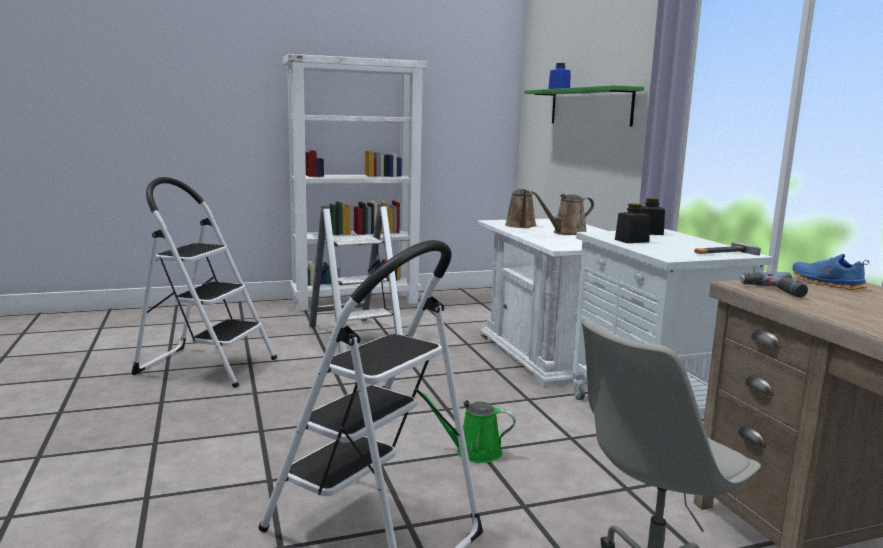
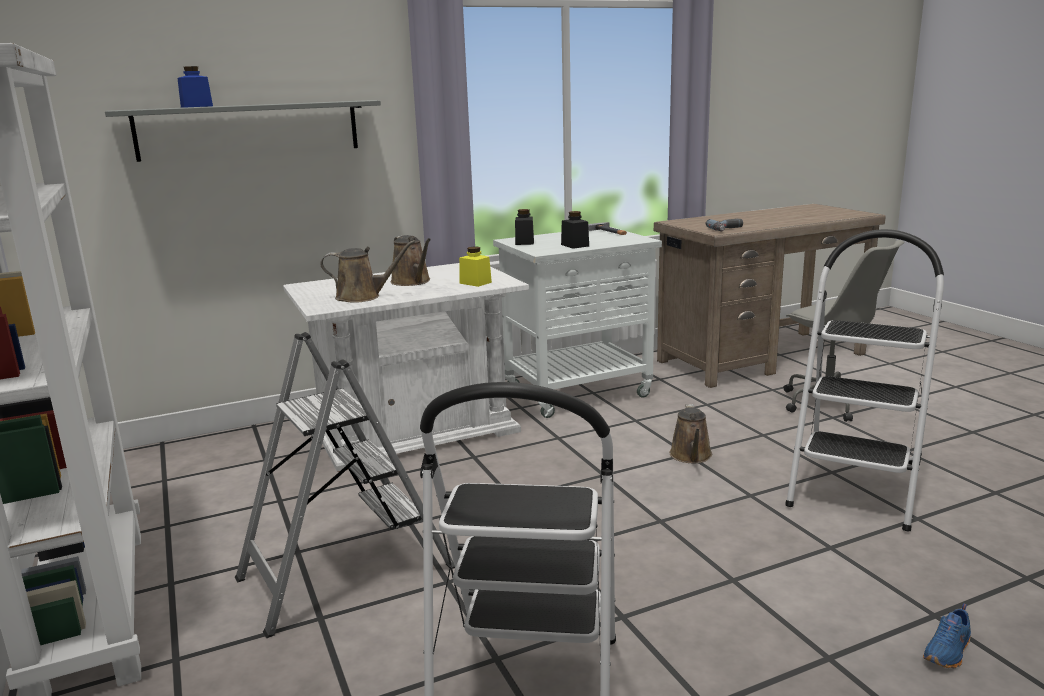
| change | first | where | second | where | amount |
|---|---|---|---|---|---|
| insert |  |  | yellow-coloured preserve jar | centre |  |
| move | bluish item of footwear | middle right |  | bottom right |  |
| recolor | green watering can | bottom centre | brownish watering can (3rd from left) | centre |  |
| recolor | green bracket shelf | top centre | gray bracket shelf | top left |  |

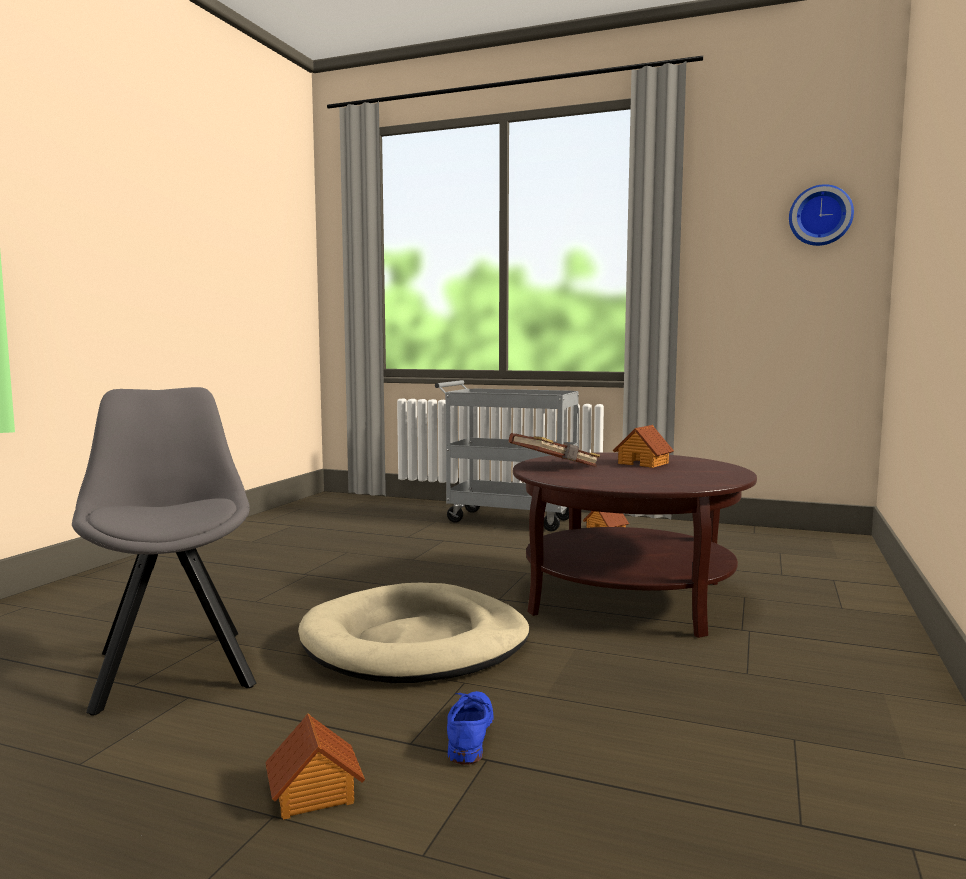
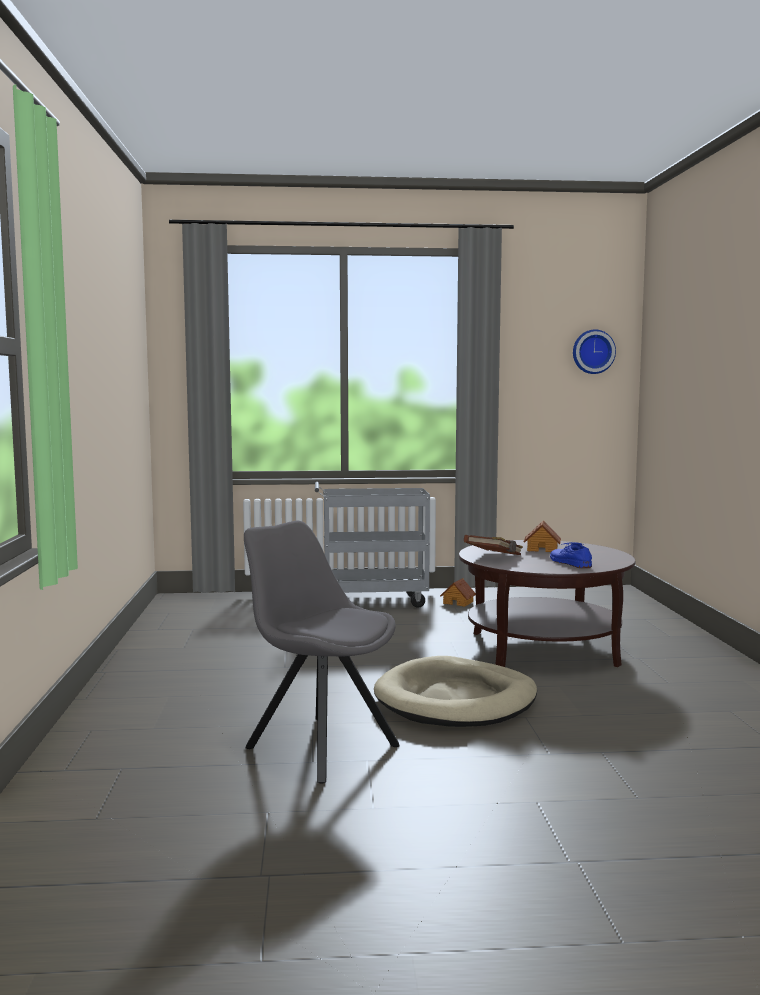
| change | first | where | second | where | amount |
|---|---|---|---|---|---|
| delete | model house (1st from left) | bottom left |  |  |  |
| move | bluish item of footwear | bottom centre |  | middle right |  |

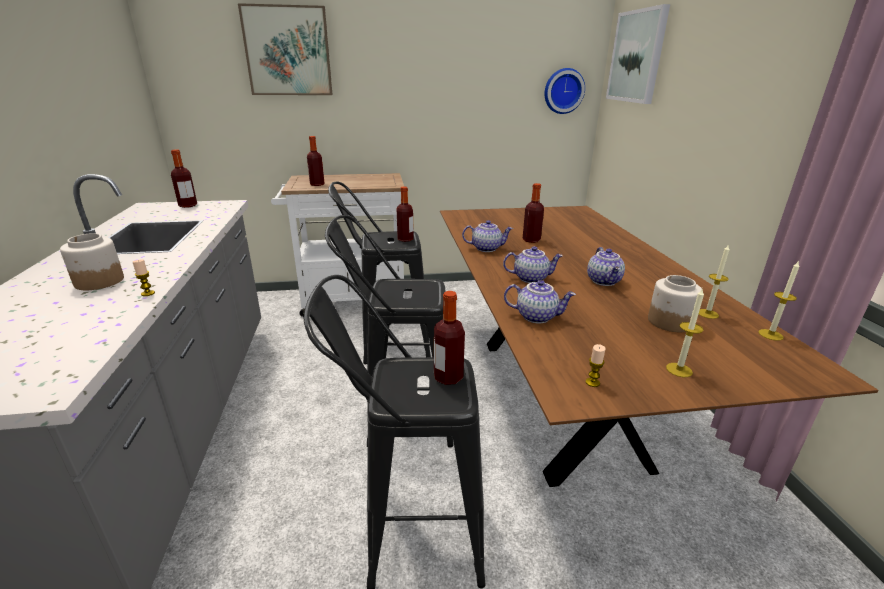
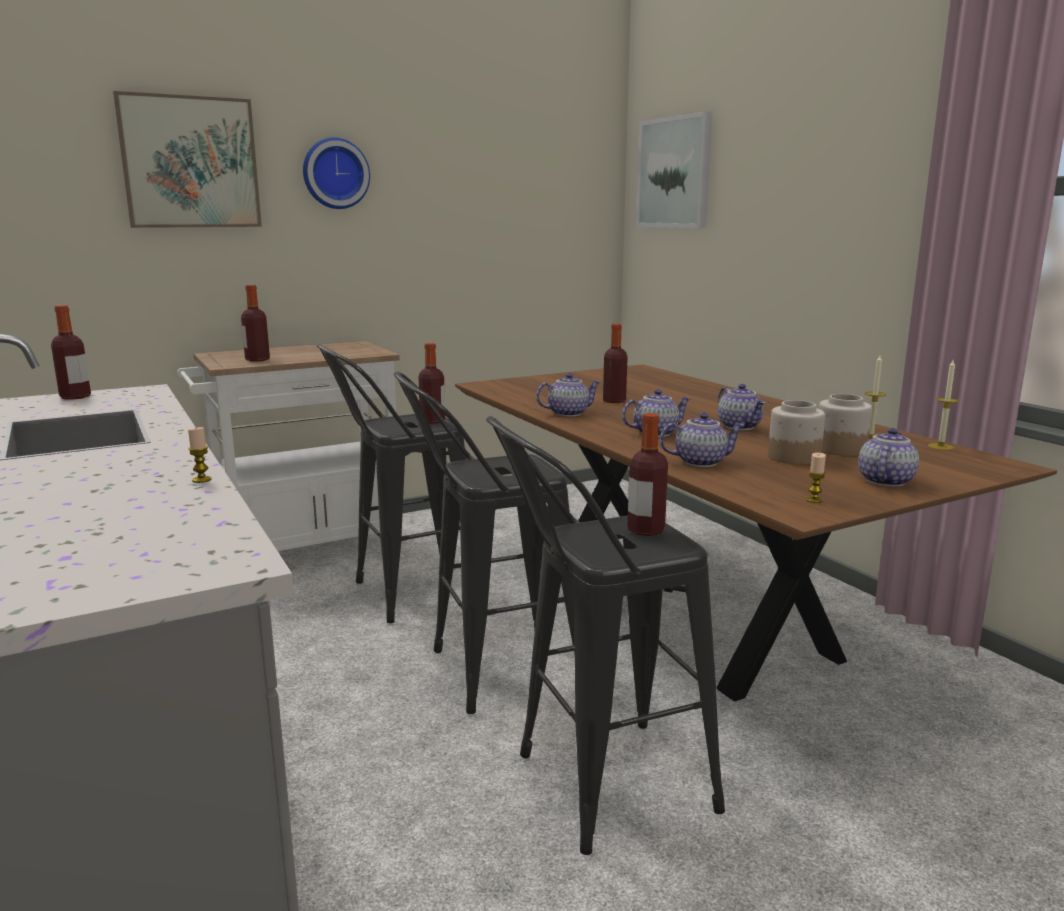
| change | first | where | second | where | amount |
|---|---|---|---|---|---|
| move | preserve jar (1st from left) | middle left |  | middle right |  |
| move | wall clock | top centre |  | top left |  |
| replace | wax candle (3rd from left) | middle right | tea pot (5th from left) | middle right |  |

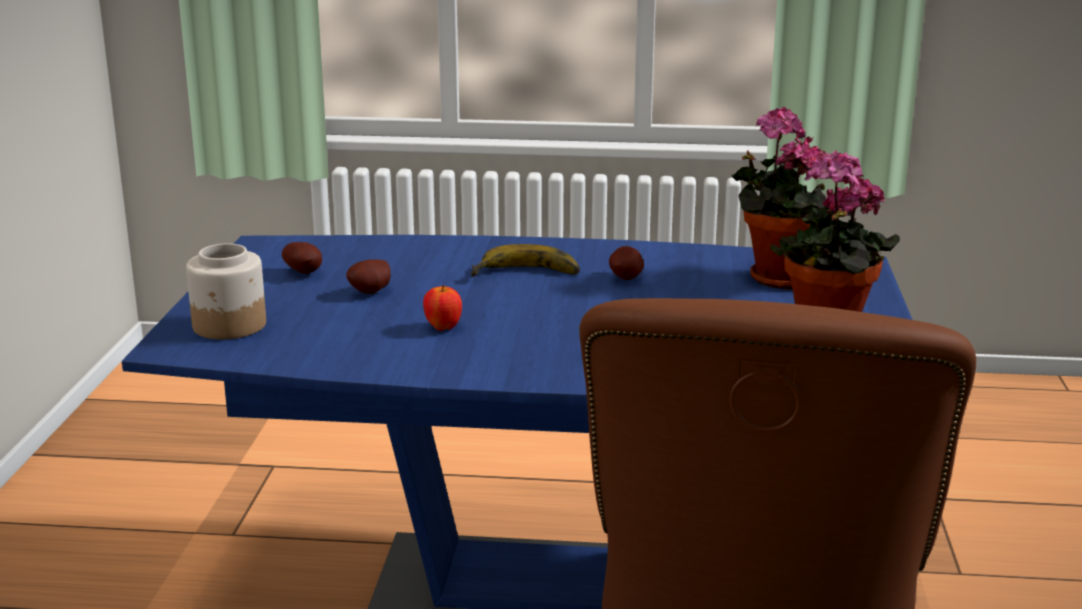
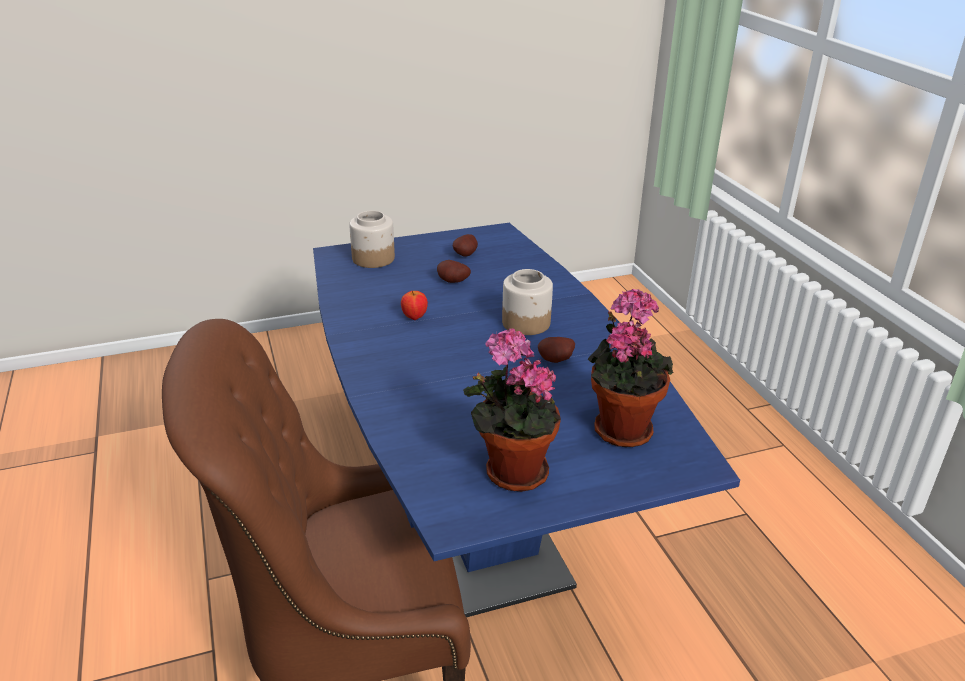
| change | first | where | second | where | amount |
|---|---|---|---|---|---|
| replace | banana fruit | centre | preserve jar (2nd from left) | centre |  |

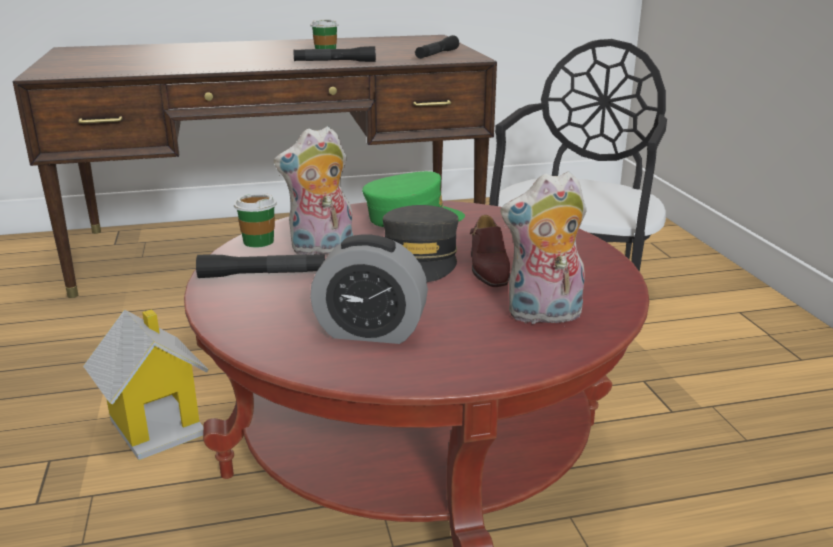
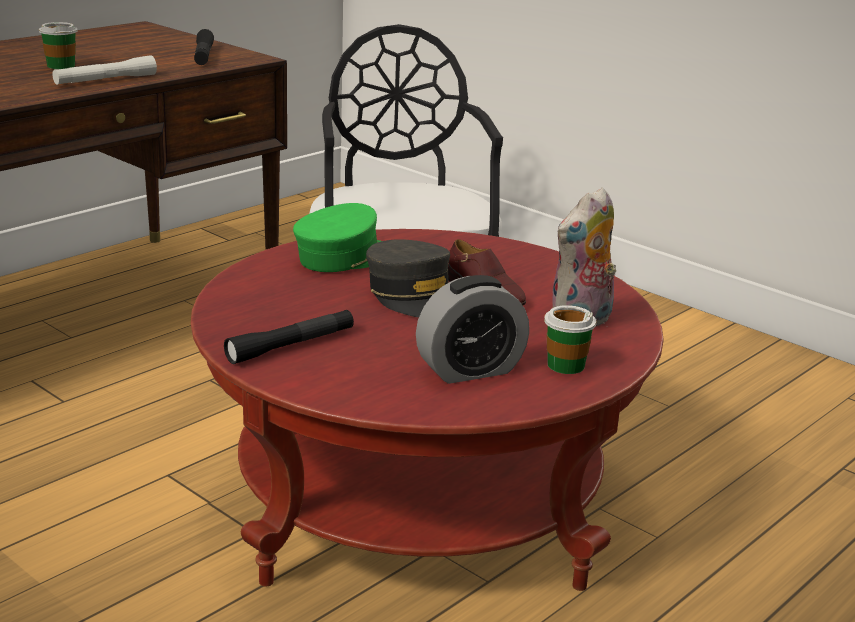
| change | first | where | second | where | amount |
|---|---|---|---|---|---|
| delete | model house | bottom left |  |  |  |
| delete | plush toy (1st from left) | centre |  |  |  |
| move | small cup (1st from left in the first image) | middle left | small cup (2nd from left) | middle right |  |
| recolor | black-coloured flashlight (2nd from left) | top centre | whitish flashlight | top left |  |

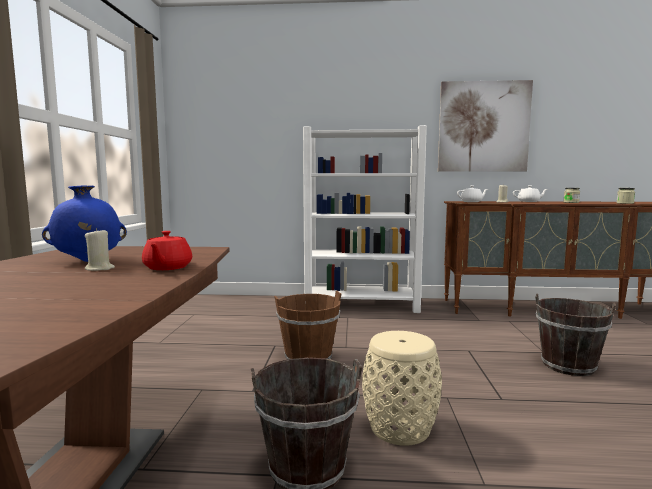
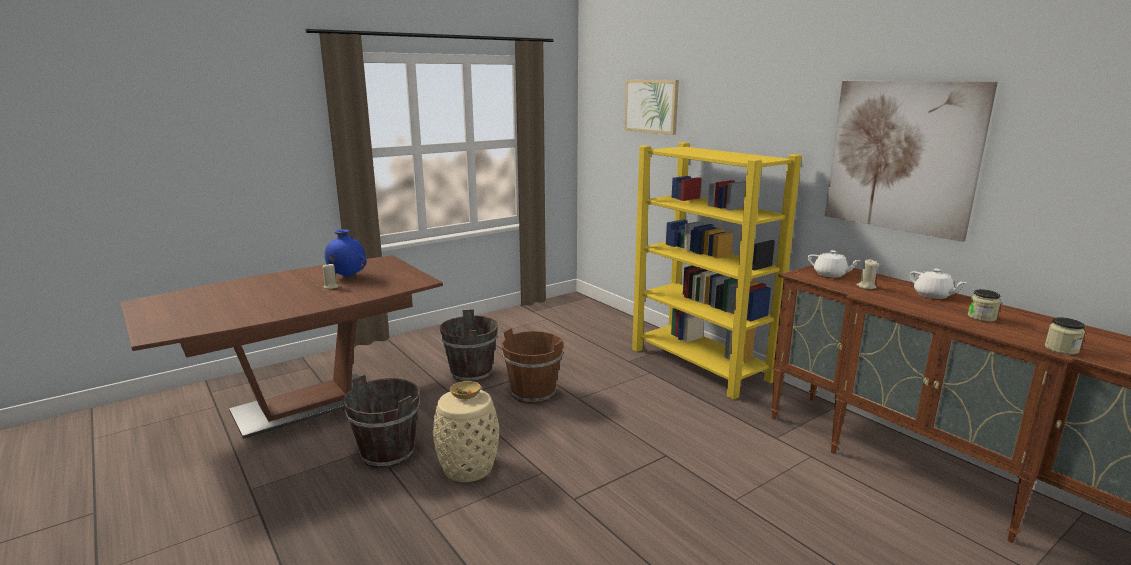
| change | first | where | second | where | amount |
|---|---|---|---|---|---|
| delete | reddish tea pot | middle left |  |  |  |
| insert |  |  | beige serving bowl | bottom centre |  |
| insert |  |  | picture (1st from left) | top centre |  |
| move | brownish pail (3rd from left in the first image) | bottom right | brownish pail (2nd from left) | centre |  |
| recolor | whitish bookcase | centre | yellow-coloured bookcase | centre |  |

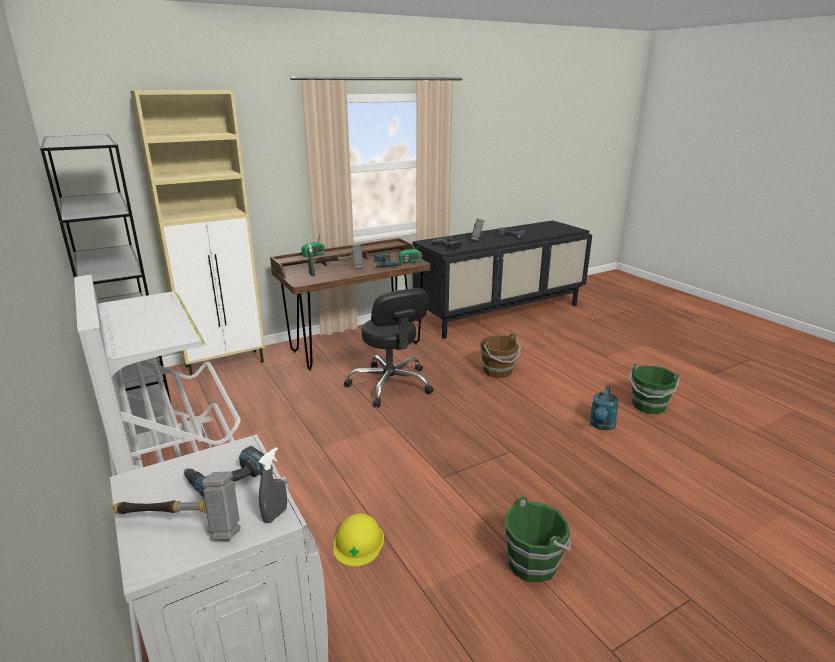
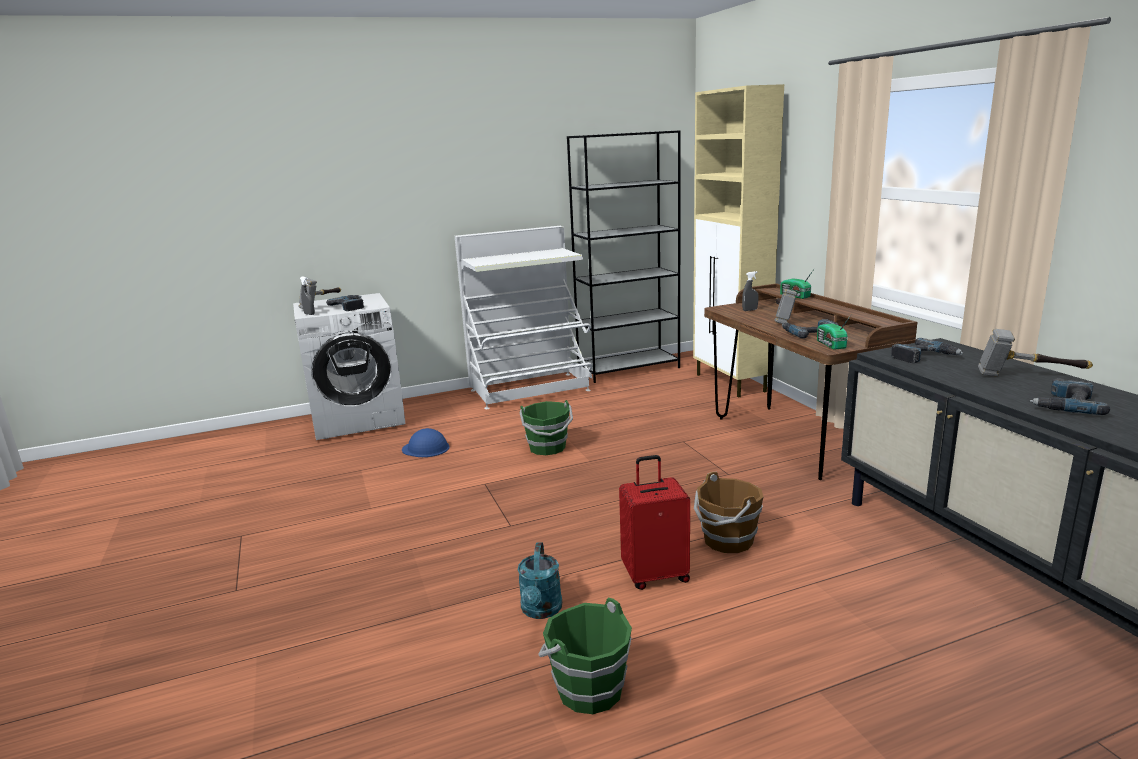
| change | first | where | second | where | amount |
|---|---|---|---|---|---|
| delete | black-coloured office chair | centre |  |  |  |
| insert |  |  | reddish suitcase | bottom centre |  |
| move | green pail (1st from left) | bottom centre |  | centre |  |
| recolor | yellow-coloured hard hat | bottom centre | bluish hard hat | centre |  |
| rotate | blue-green watering can | middle right |  | bottom centre | 120 degrees counterclockwise |

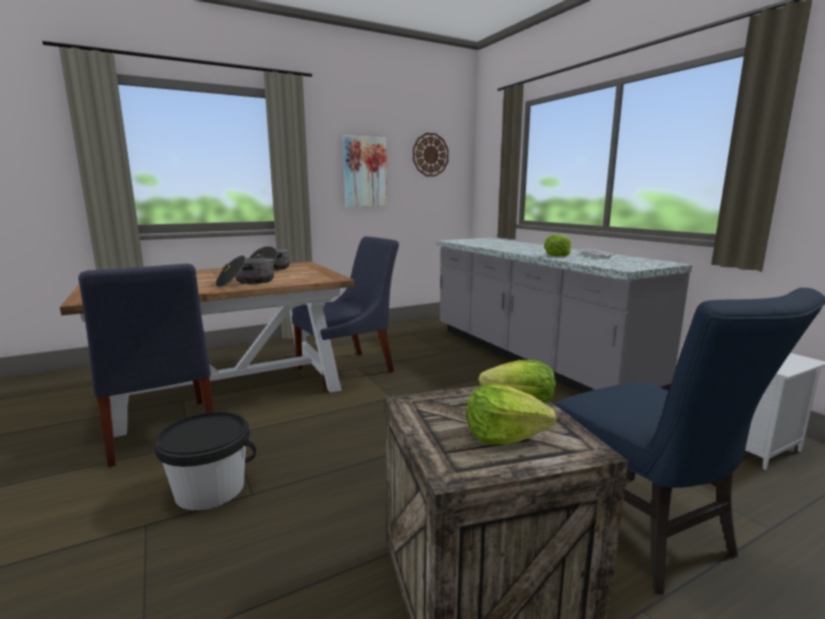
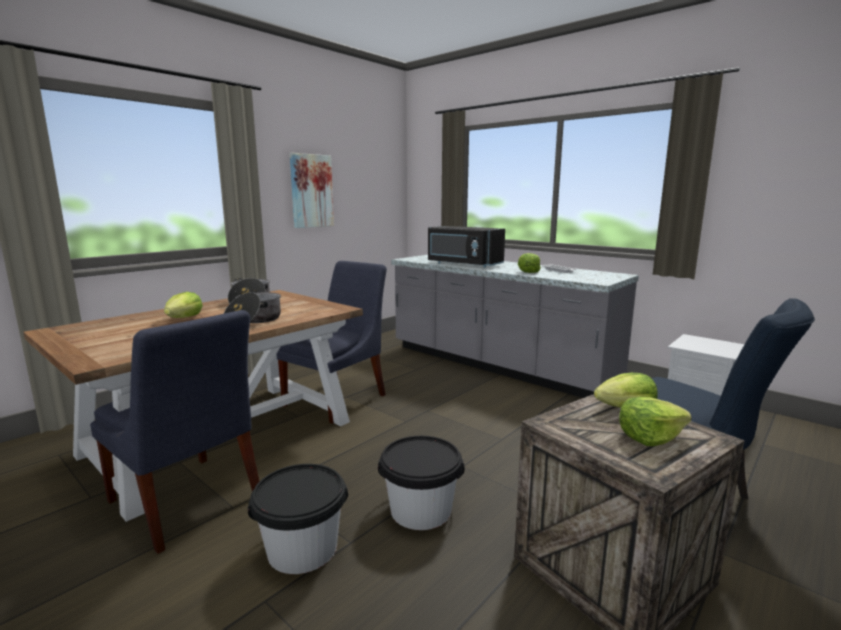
| change | first | where | second | where | amount |
|---|---|---|---|---|---|
| delete | wall clock | top centre |  |  |  |
| insert |  |  | lettuce head (1st from left) | middle left |  |
| insert |  |  | black-coloured pail (2nd from left) | bottom centre |  |
| insert |  |  | black-coloured microwave | centre |  |

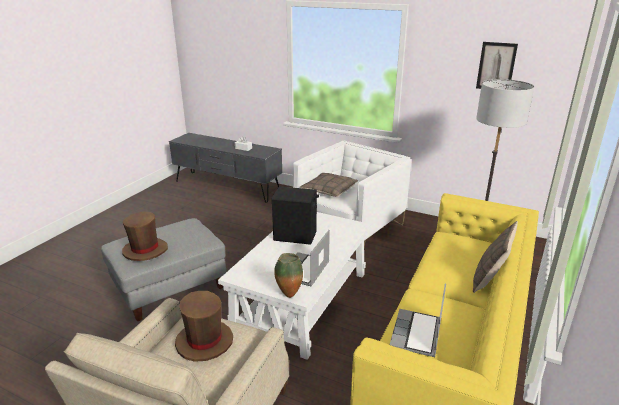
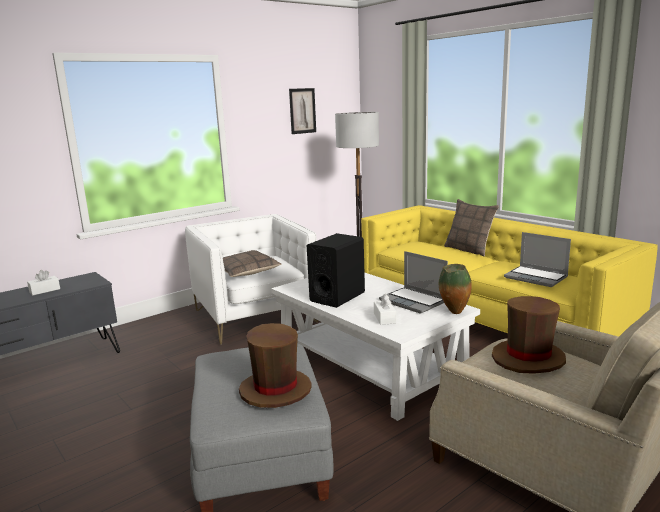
| change | first | where | second | where | amount |
|---|---|---|---|---|---|
| insert |  |  | whitish tissue box (2nd from left) | centre |  |

